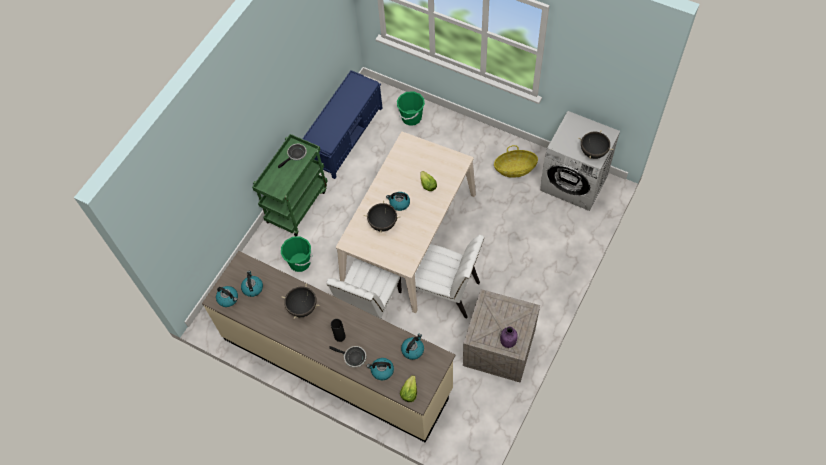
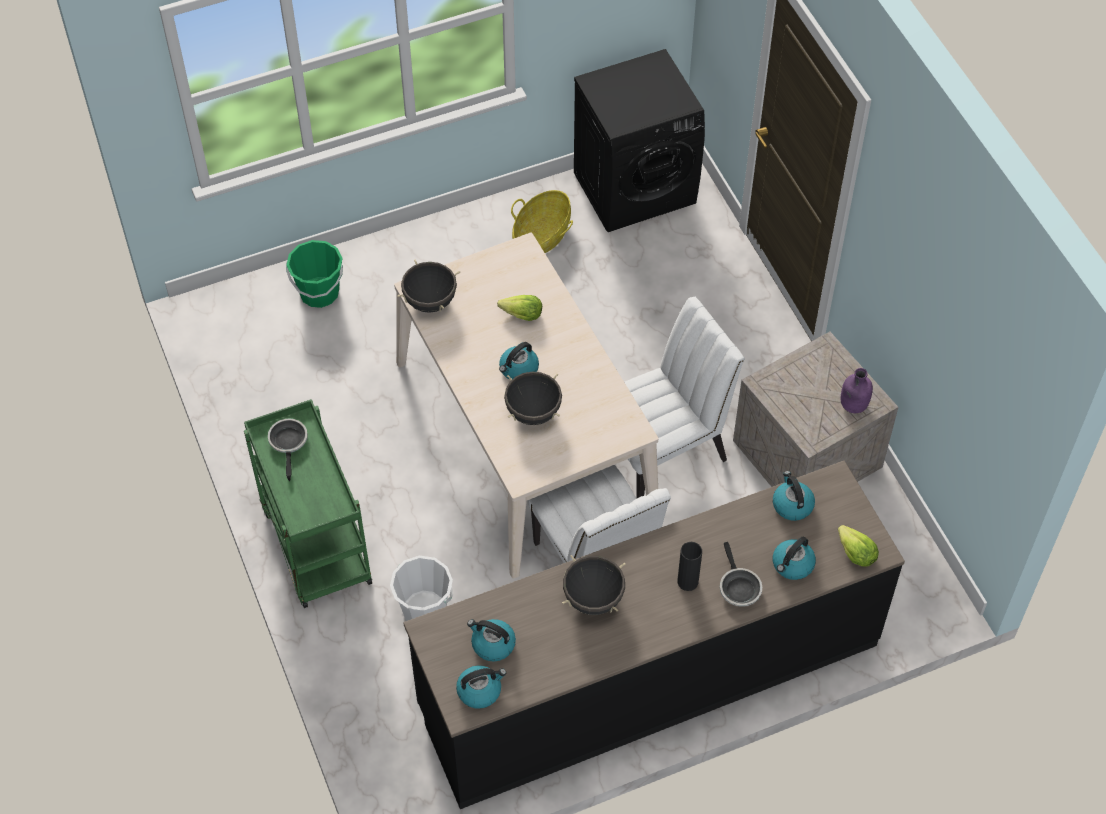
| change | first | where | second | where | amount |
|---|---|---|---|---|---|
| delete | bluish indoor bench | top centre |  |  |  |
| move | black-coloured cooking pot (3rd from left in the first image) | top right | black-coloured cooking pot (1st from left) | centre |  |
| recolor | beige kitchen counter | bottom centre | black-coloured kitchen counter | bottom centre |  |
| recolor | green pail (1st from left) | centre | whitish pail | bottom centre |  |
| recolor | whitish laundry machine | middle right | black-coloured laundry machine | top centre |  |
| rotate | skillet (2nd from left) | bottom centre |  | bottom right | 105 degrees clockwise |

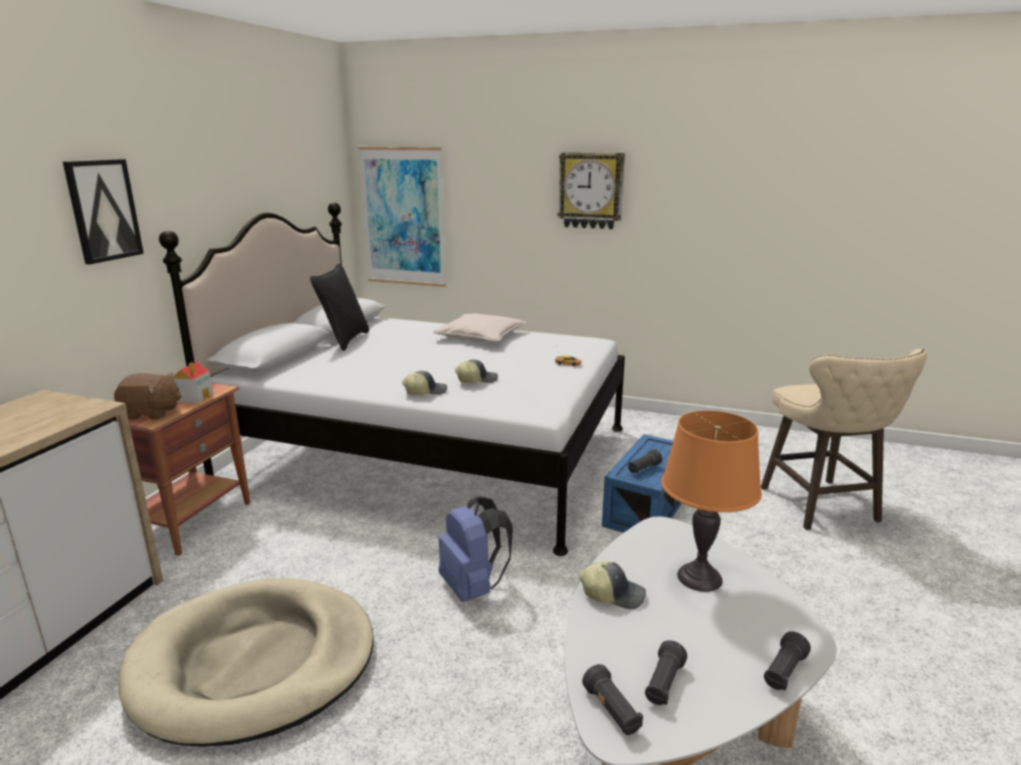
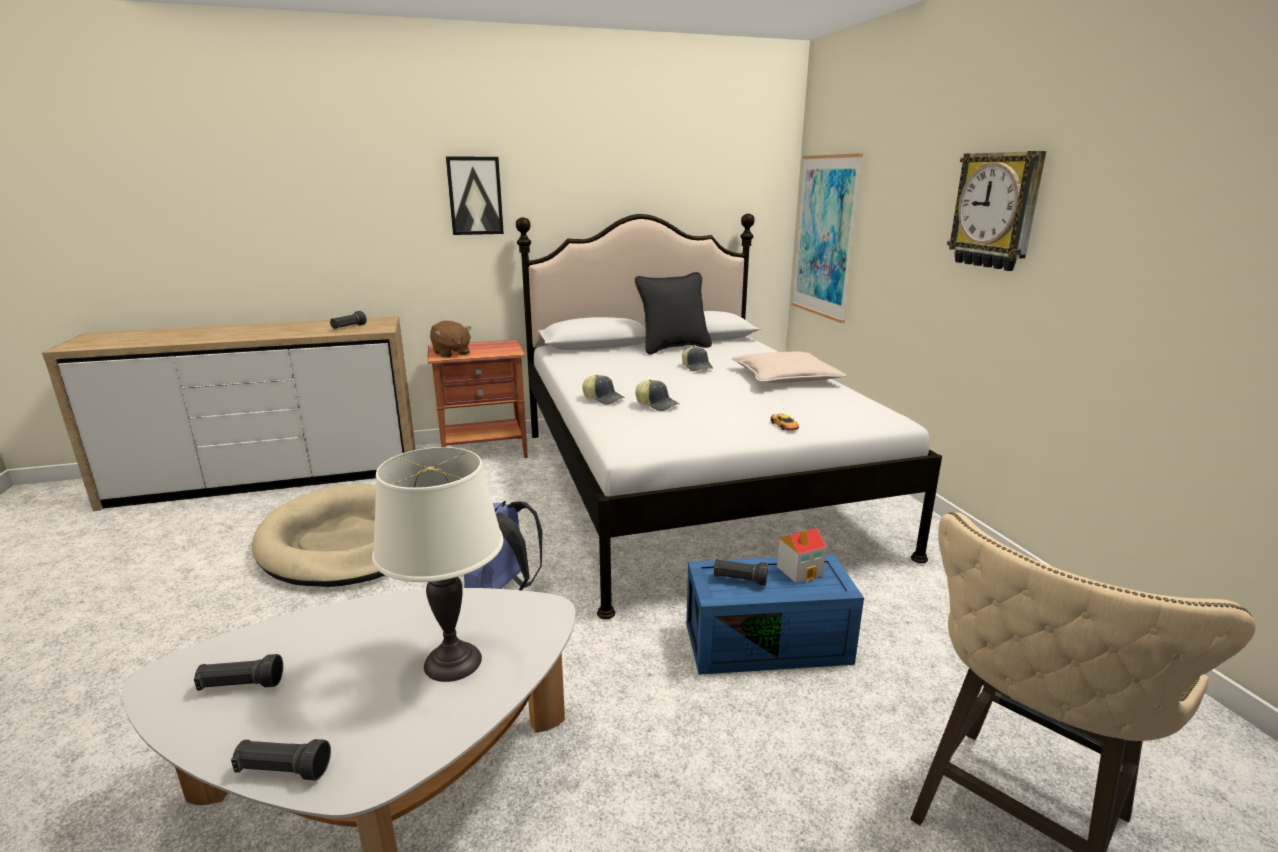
| change | first | where | second | where | amount |
|---|---|---|---|---|---|
| move | model house | middle left |  | centre |  |
| move | peaked cap (3rd from left) | bottom centre |  | centre |  |
| move | black-coloured flashlight (1st from left in the first image) | bottom centre | black-coloured flashlight (3rd from left) | middle left |  |
| recolor | orange-coloured tabletop lamp | middle right | whitish tabletop lamp | centre |  |

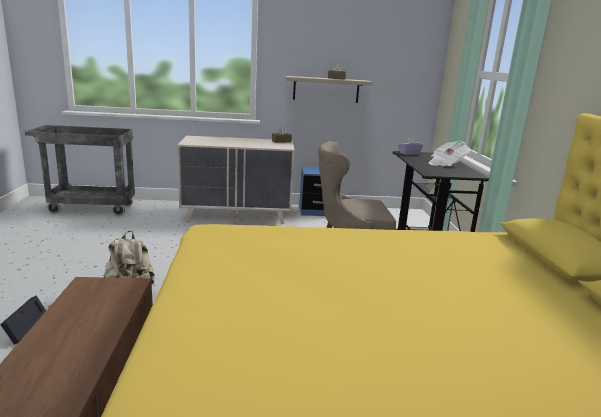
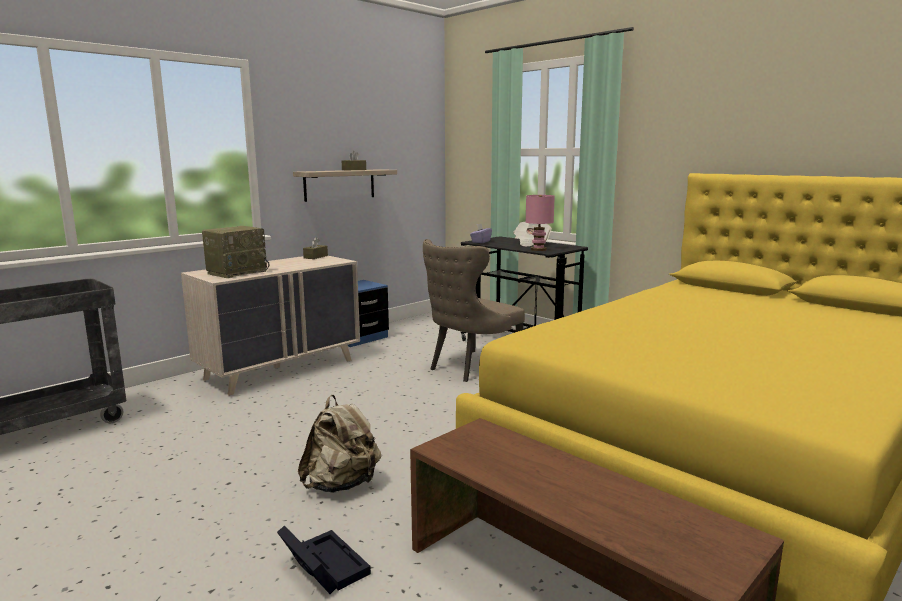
| change | first | where | second | where | amount |
|---|---|---|---|---|---|
| insert |  |  | radio set | middle left |  |
| insert |  |  | pinkish tabletop lamp | centre |  |

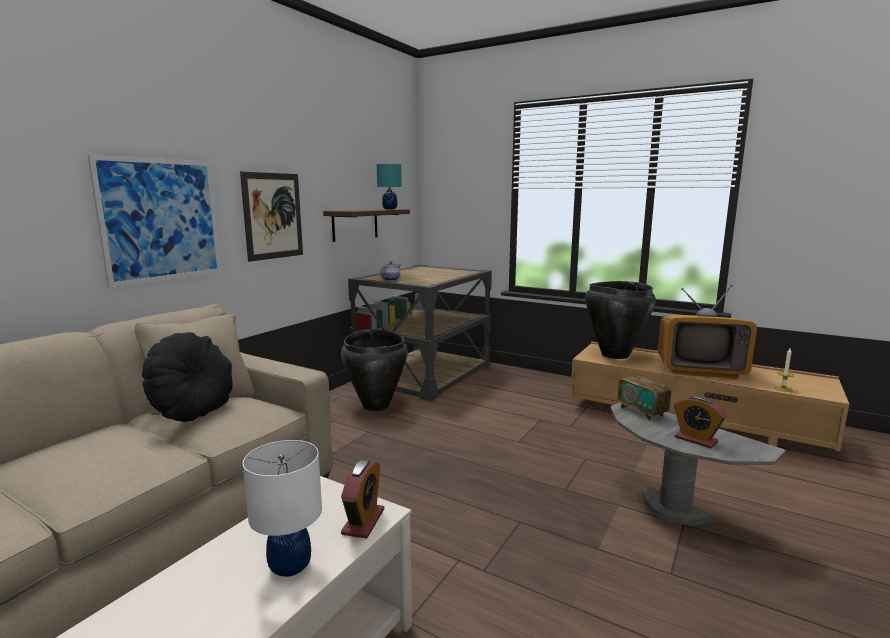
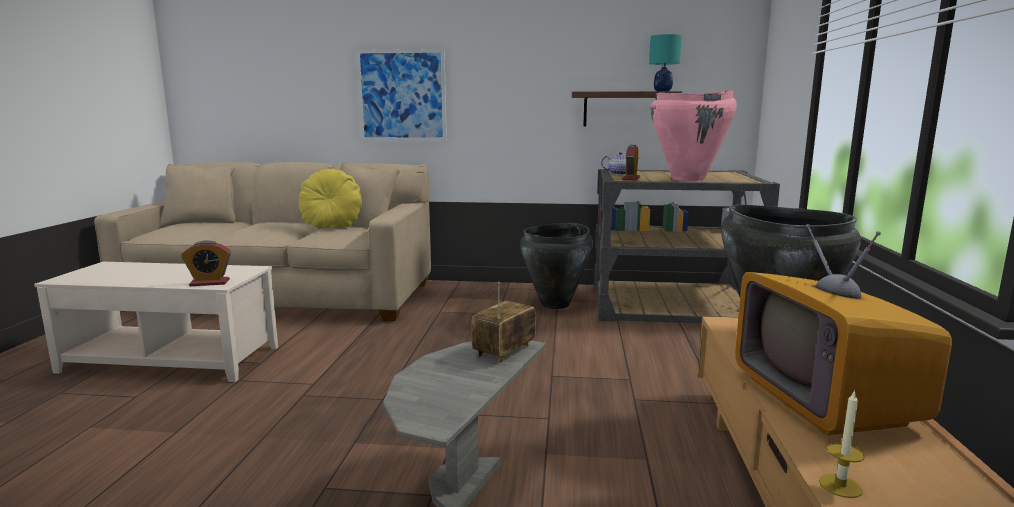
| change | first | where | second | where | amount |
|---|---|---|---|---|---|
| delete | picture (2nd from left) | middle left |  |  |  |
| delete | whitish tabletop lamp | bottom left |  |  |  |
| insert |  |  | pinkish flower vase | top right |  |
| move | table clock (2nd from left) | middle right |  | top centre |  |
| recolor | black-coloured cushion | middle left | yellow-coloured cushion | middle left |  |

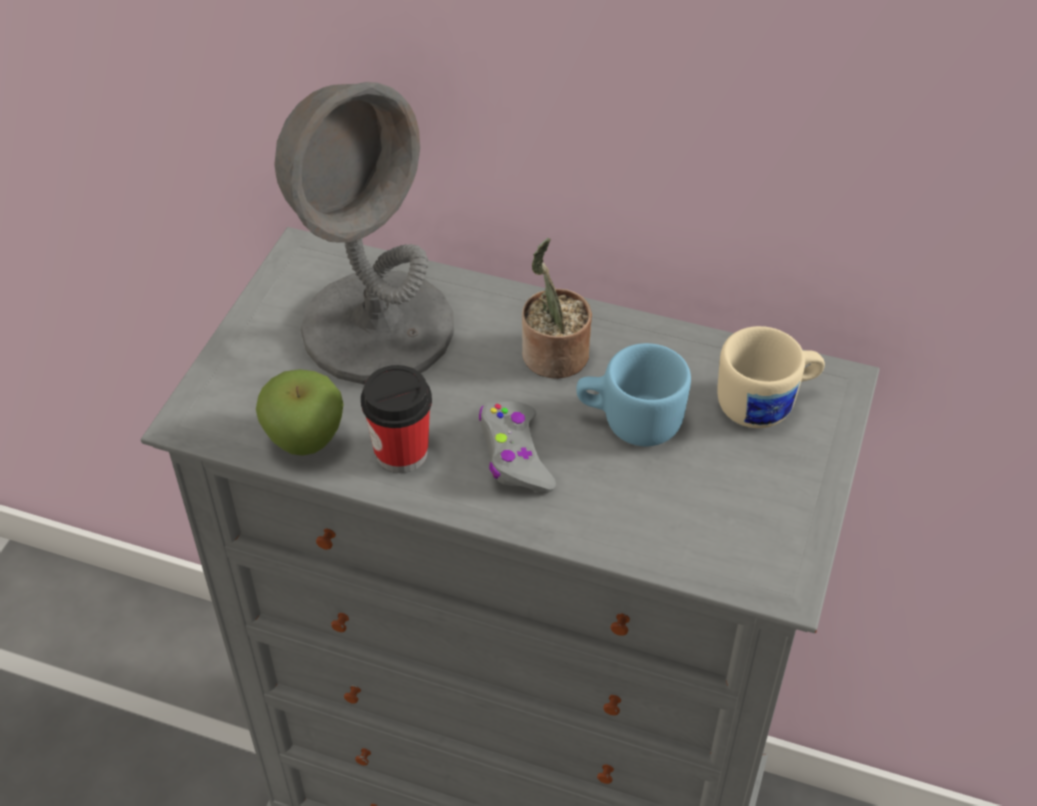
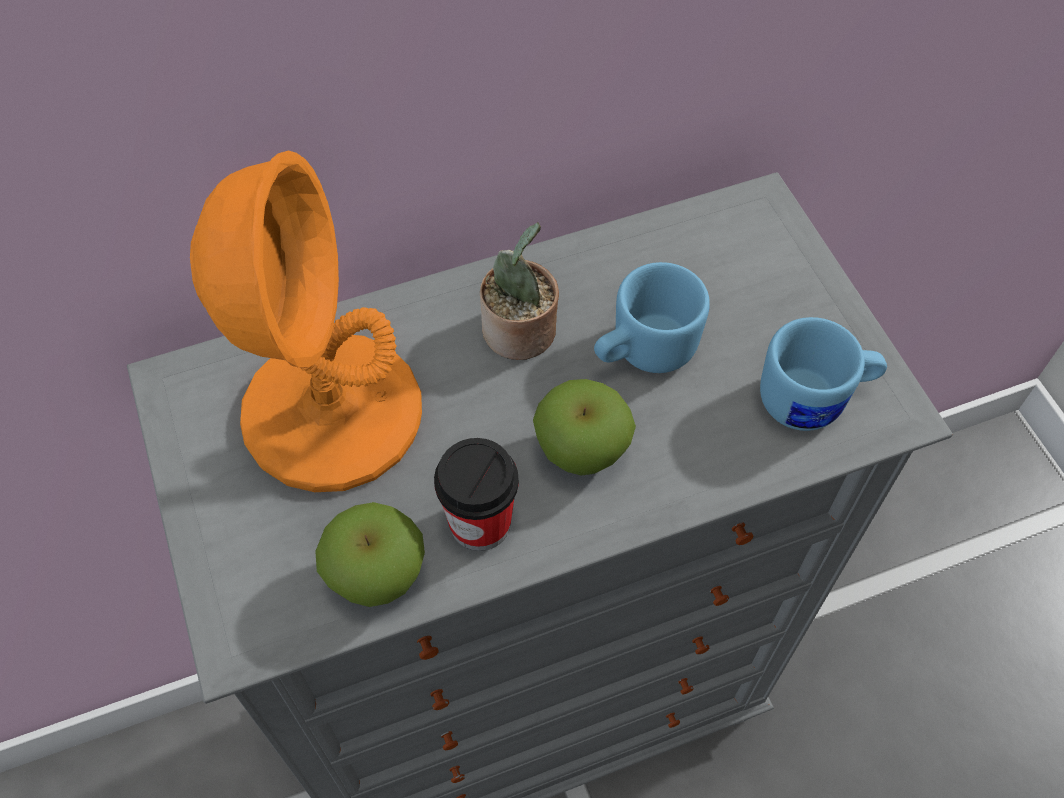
| change | first | where | second | where | amount |
|---|---|---|---|---|---|
| delete | beige tea mug | middle right |  |  |  |
| insert |  |  | bluish tea mug (2nd from left) | middle right |  |
| replace | gray joypad | centre | apple fruit (2nd from left) | centre |  |
| recolor | gray tabletop lamp | top centre | orange-coloured tabletop lamp | middle left |  |

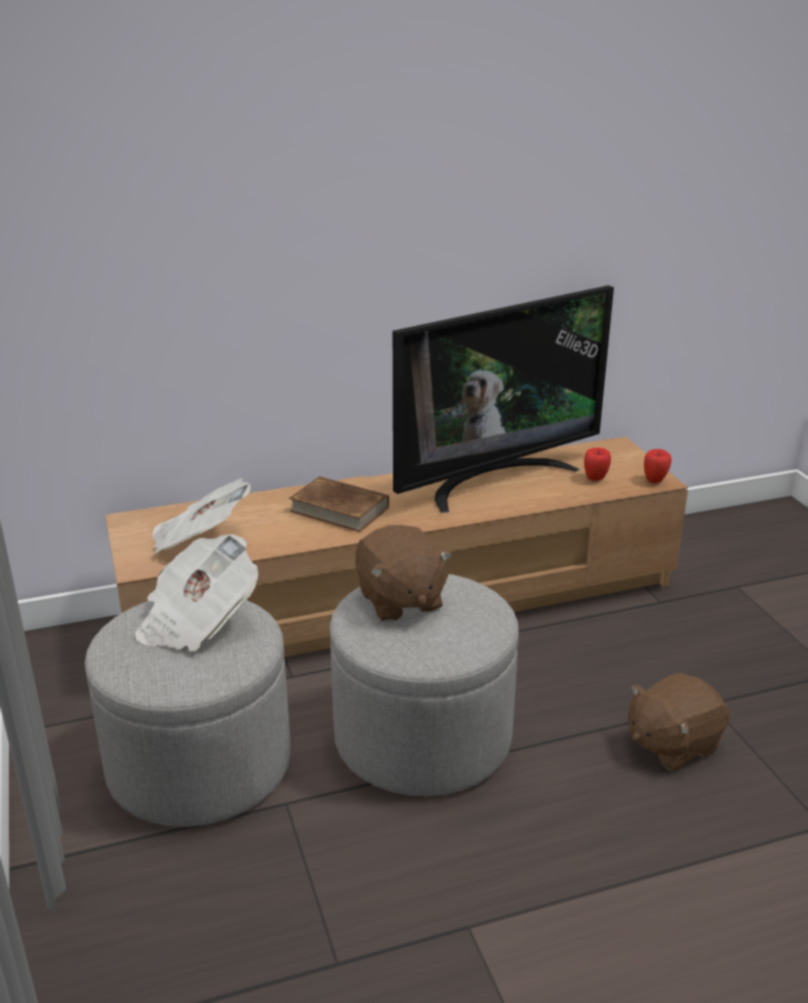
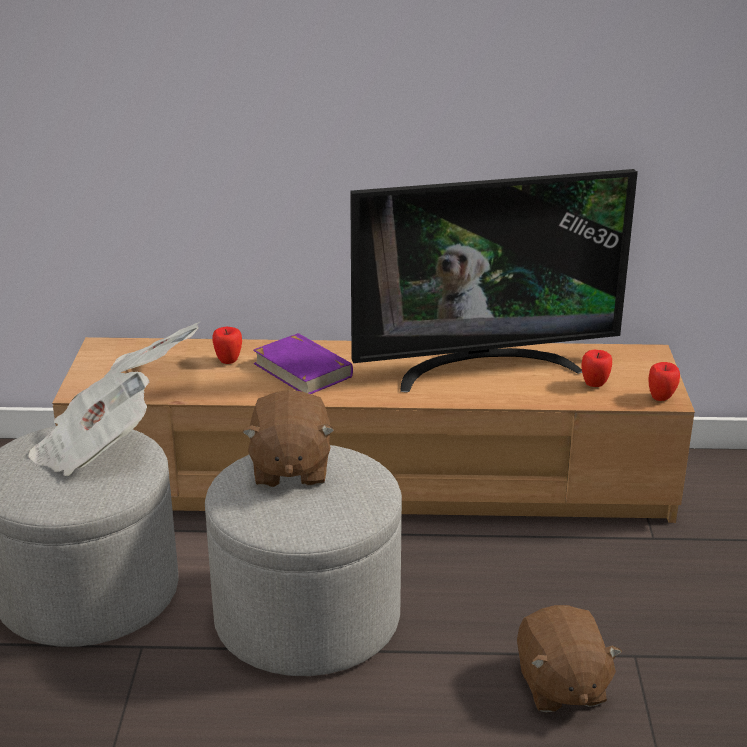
| change | first | where | second | where | amount |
|---|---|---|---|---|---|
| insert |  |  | apple fruit (1st from left) | middle left |  |
| recolor | brownish volume | centre | purple-coloured volume | centre |  |
| rotate | brownish plush toy (2nd from left) | bottom right |  | bottom right | 90 degrees counterclockwise |

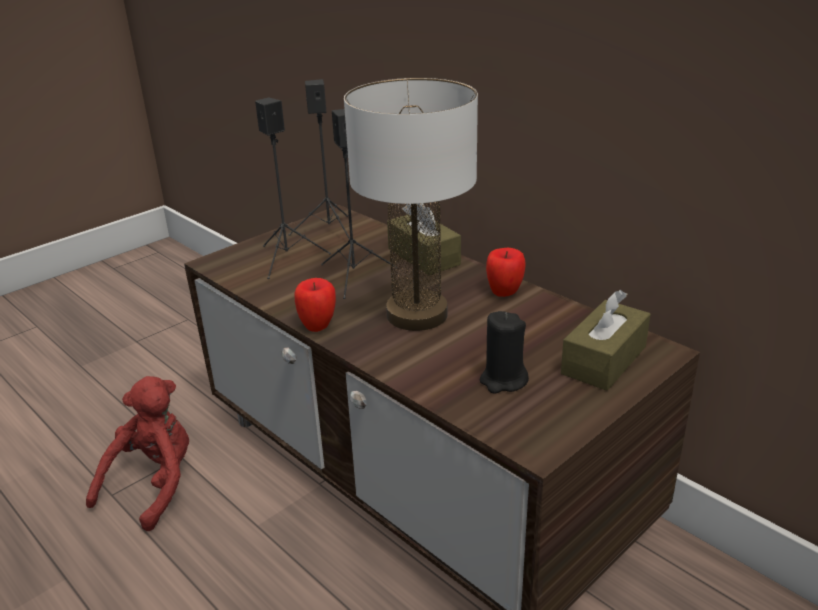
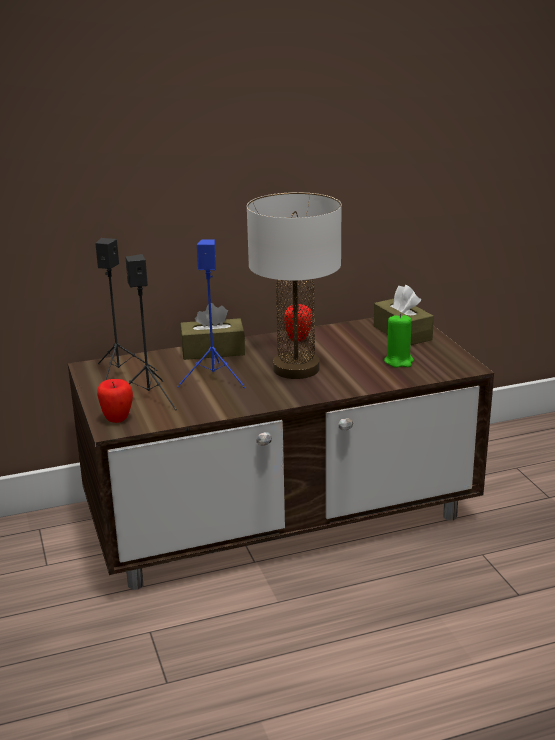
| change | first | where | second | where | amount |
|---|---|---|---|---|---|
| delete | reddish plush toy | bottom left |  |  |  |
| move | apple fruit (1st from left) | centre |  | middle left |  |
| recolor | black-coloured loudspeaker (3rd from left) | centre | bluish loudspeaker | centre |  |
| recolor | black-coloured wax candle | centre | green wax candle | middle right |  |

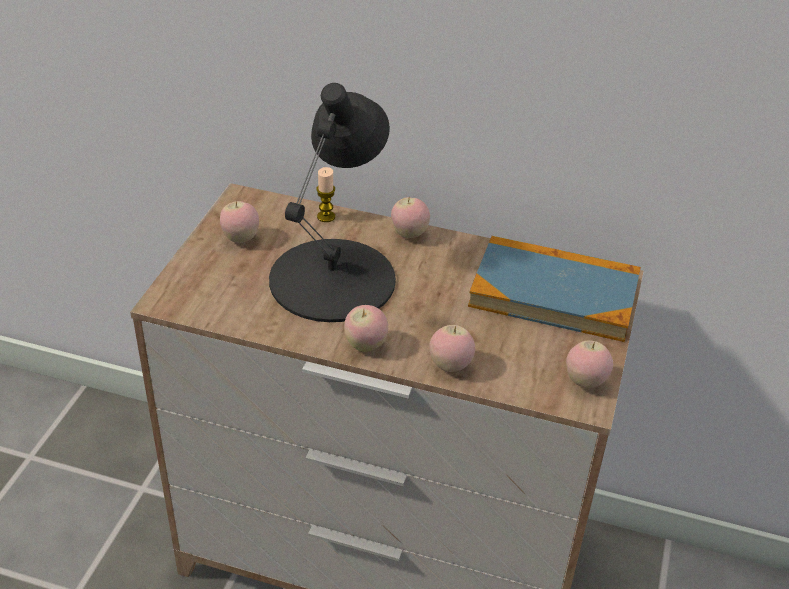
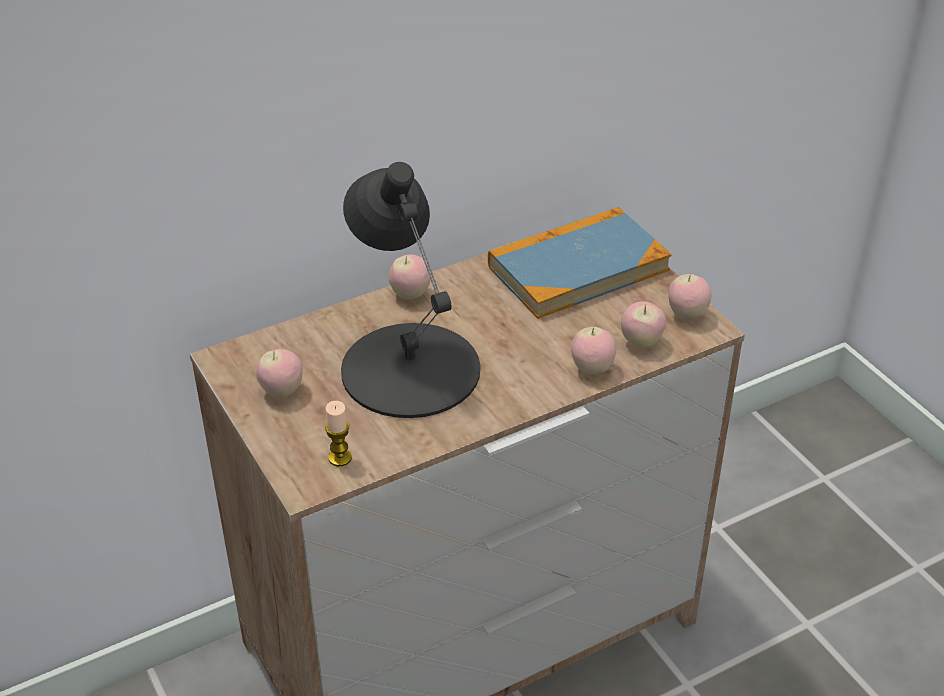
| change | first | where | second | where | amount |
|---|---|---|---|---|---|
| move | wax candle | top centre |  | centre |  |
| move | apple fruit (2nd from left in the first image) | centre | apple fruit (4th from left) | middle right |  |

